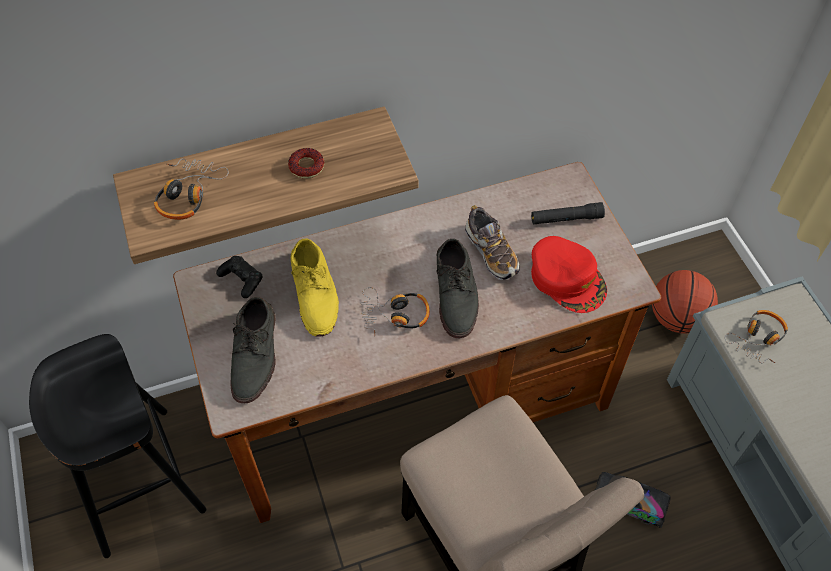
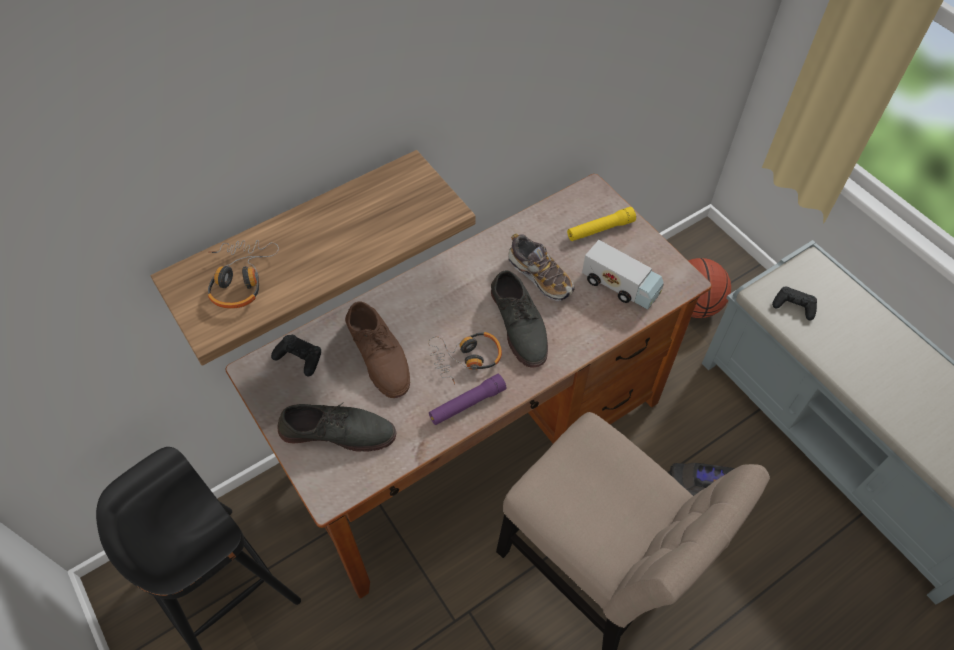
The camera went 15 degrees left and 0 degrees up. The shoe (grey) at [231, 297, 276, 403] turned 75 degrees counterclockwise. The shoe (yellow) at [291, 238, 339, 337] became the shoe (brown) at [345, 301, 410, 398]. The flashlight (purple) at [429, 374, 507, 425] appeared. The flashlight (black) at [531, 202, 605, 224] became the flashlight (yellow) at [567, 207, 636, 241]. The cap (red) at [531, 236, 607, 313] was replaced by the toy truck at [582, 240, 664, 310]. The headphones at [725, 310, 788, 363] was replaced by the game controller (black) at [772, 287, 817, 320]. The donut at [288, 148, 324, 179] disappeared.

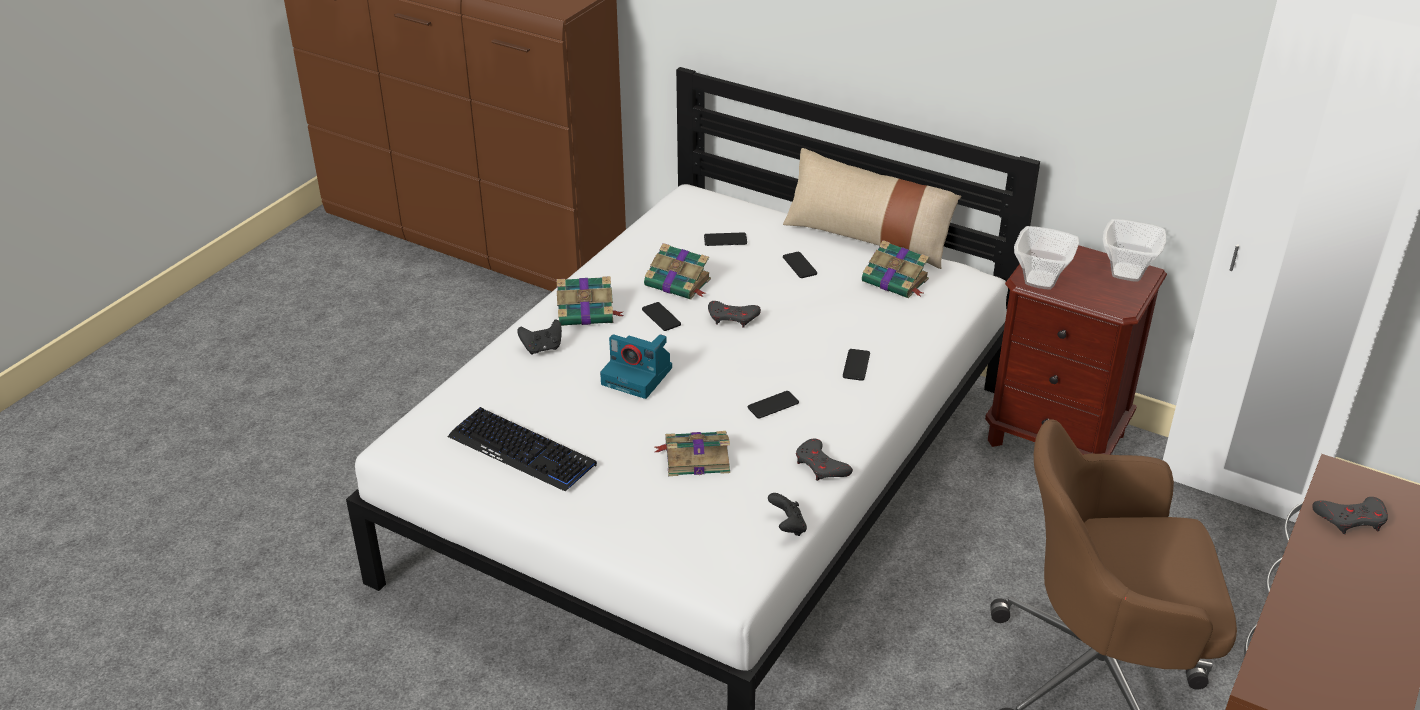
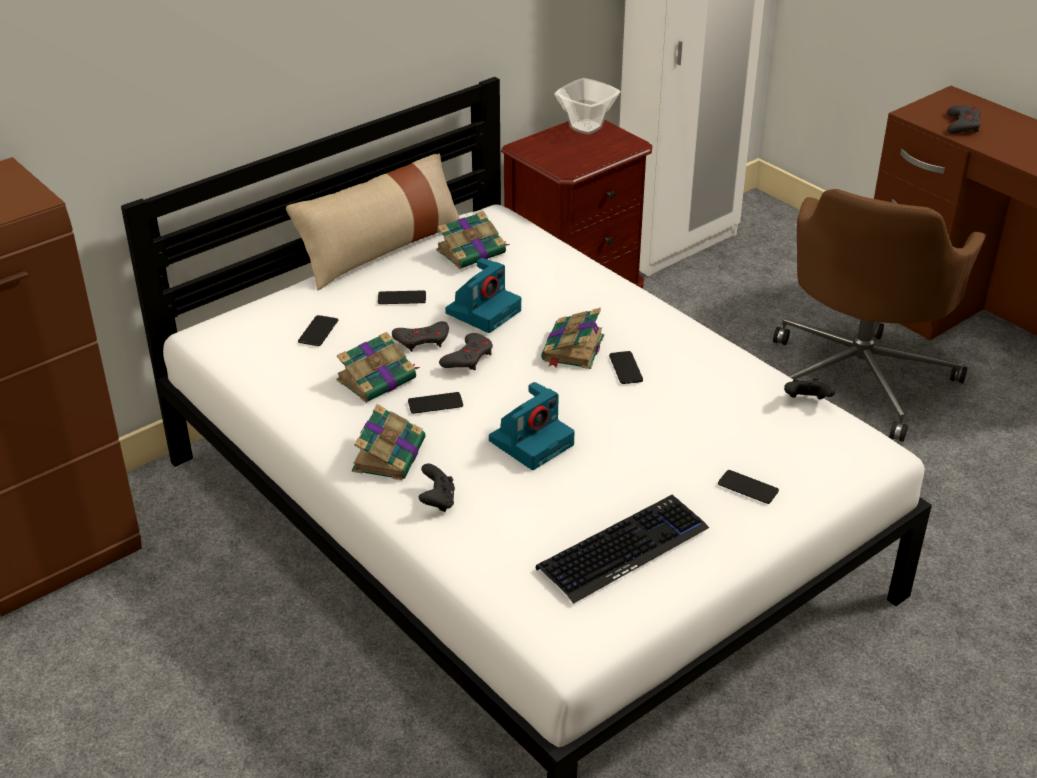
The camera went 70 degrees left and 0 degrees up. The game controller (grey) moved from [796, 439, 853, 481] to [392, 321, 449, 352]. The photo camera at [445, 258, 521, 333] appeared. The book moved from [655, 431, 730, 476] to [541, 308, 604, 369]. The phone moved from [843, 349, 870, 381] to [718, 470, 779, 504]. The bowl at [1014, 226, 1079, 290] disappeared.

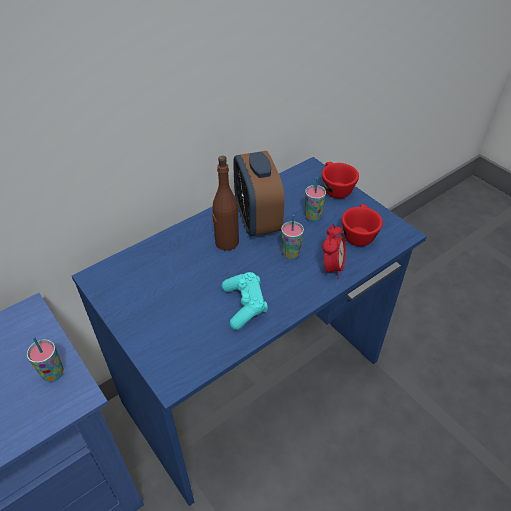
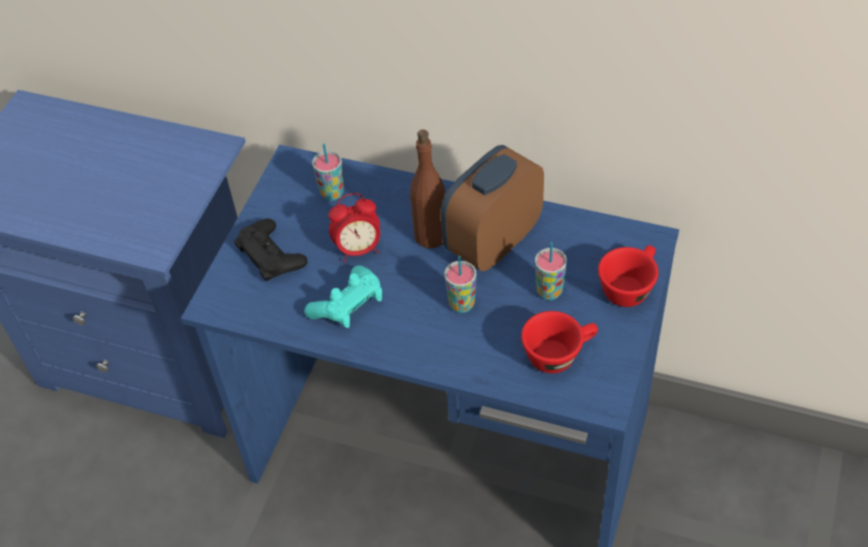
The camera went 60 degrees right and 5 degrees up. The game controller (black) at [234, 218, 307, 281] appeared. The cup moved from [27, 337, 64, 382] to [312, 144, 344, 201]. The alarm clock moved from [322, 224, 346, 279] to [328, 193, 380, 262].

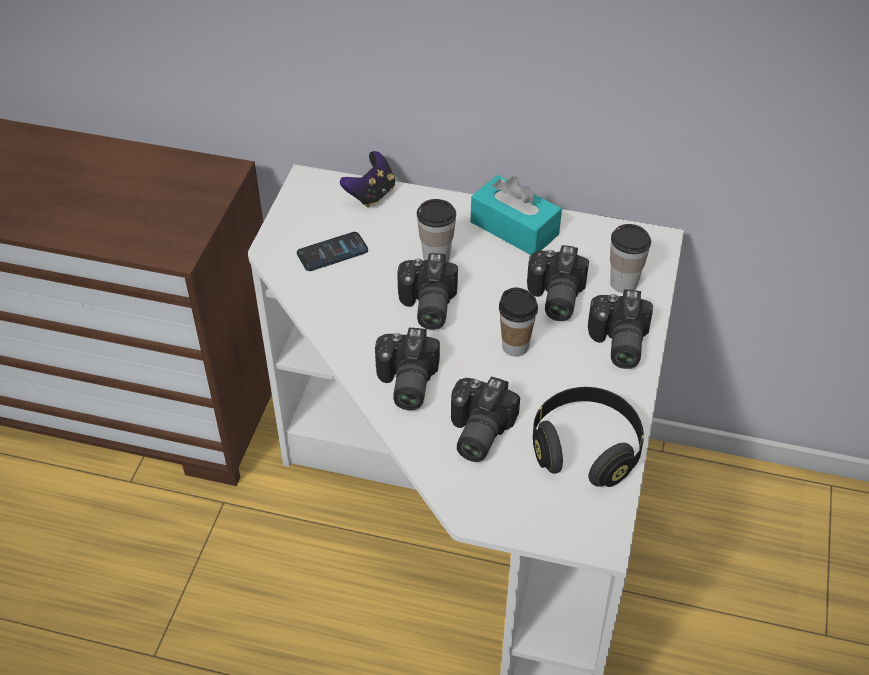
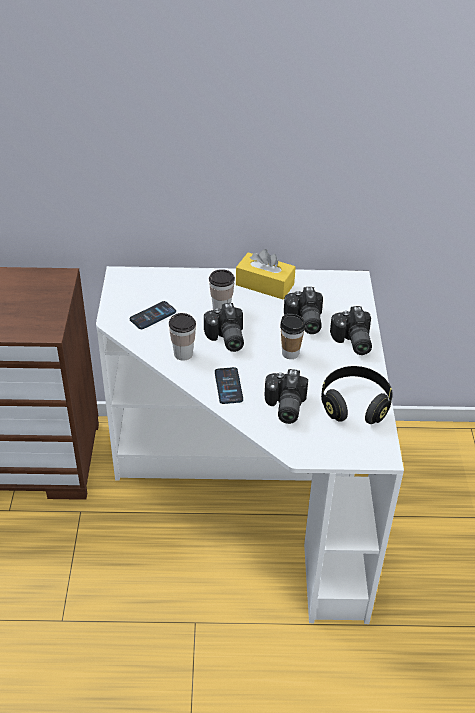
The camera went 15 degrees left and 5 degrees down. The cup moved from [610, 224, 651, 293] to [169, 313, 196, 361]. The photo camera at [375, 328, 440, 410] was replaced by the phone at [215, 367, 243, 404]. The tissue box (turquoise) at [471, 175, 562, 255] became the tissue box (yellow) at [236, 249, 296, 299]. The game controller at [340, 151, 395, 207] disappeared.

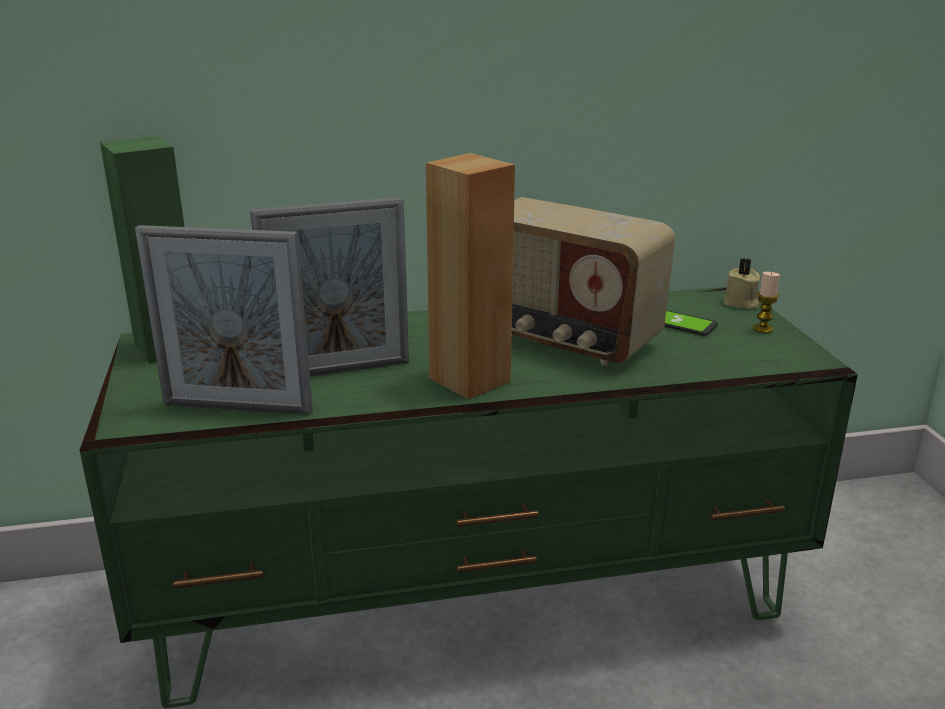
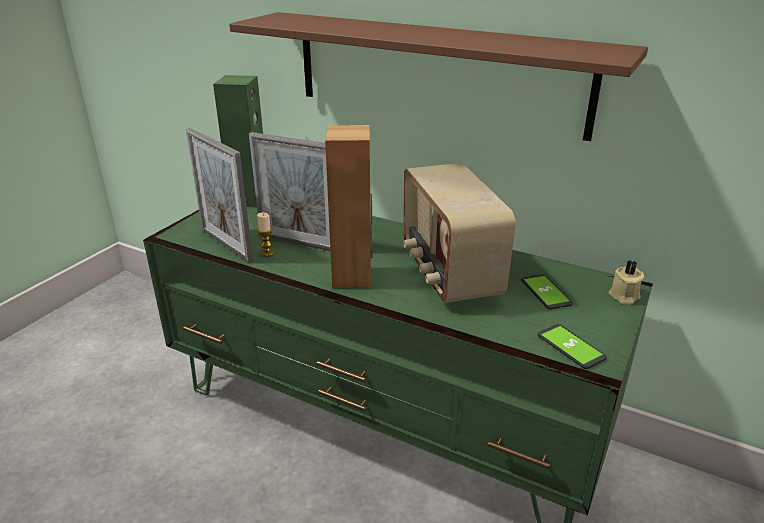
The camera went 40 degrees right and 5 degrees up. The shelf (brown) at [229, 12, 648, 141] appeared. The candle moved from [753, 272, 780, 333] to [257, 212, 274, 257]. The phone at [538, 324, 607, 369] appeared.

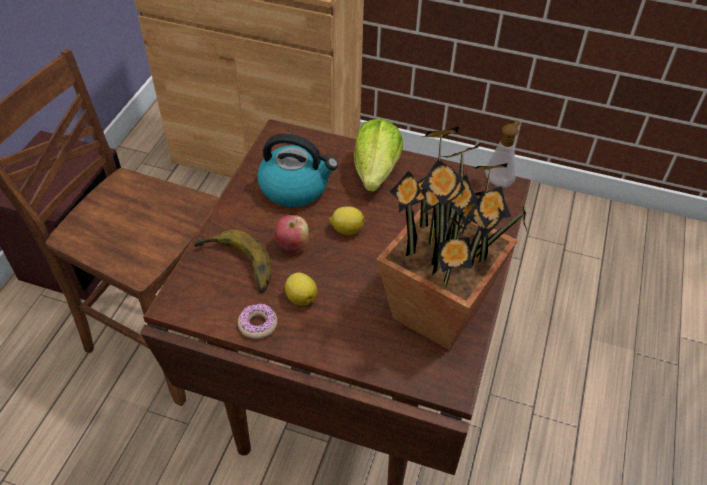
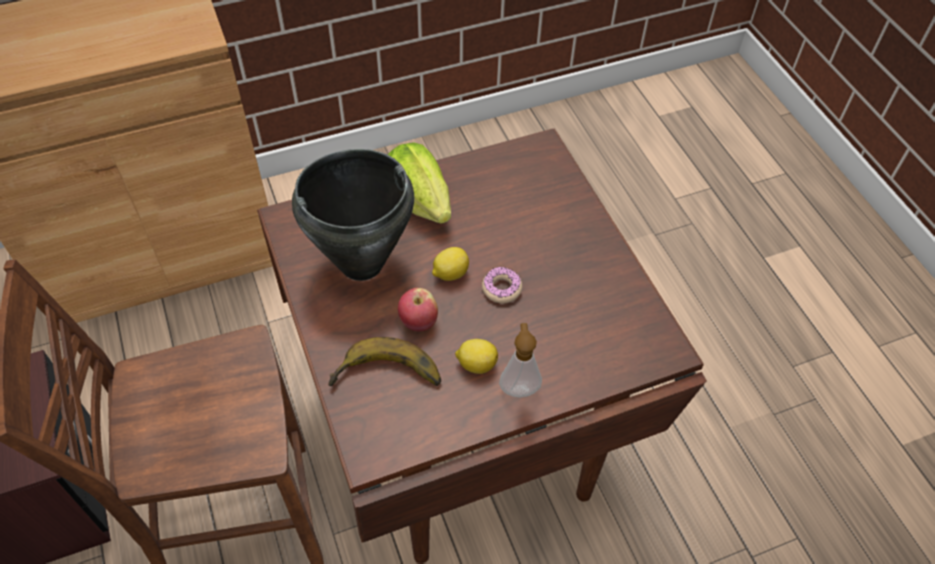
The camera went 40 degrees left and 5 degrees up. The kettle at [257, 133, 338, 207] was replaced by the cooking pot (black) at [292, 149, 414, 281]. The donut moved from [238, 303, 277, 339] to [482, 267, 522, 303]. The soap dispenser moved from [485, 121, 520, 187] to [499, 323, 542, 397]. The potted plant at [376, 126, 528, 350] disappeared.

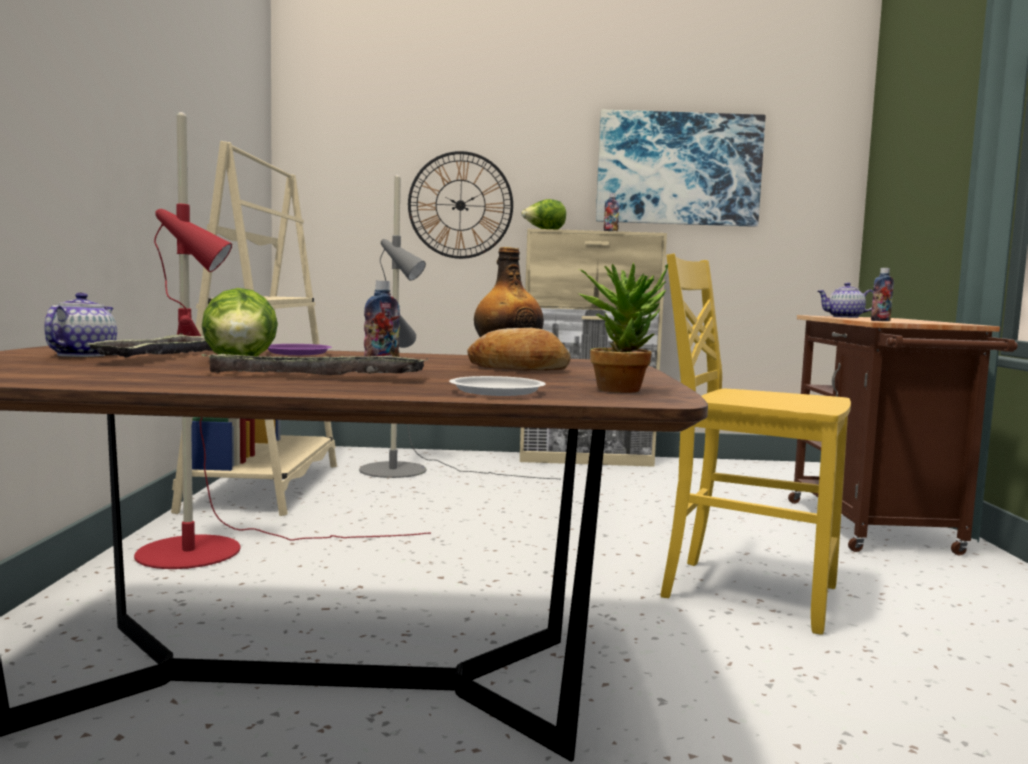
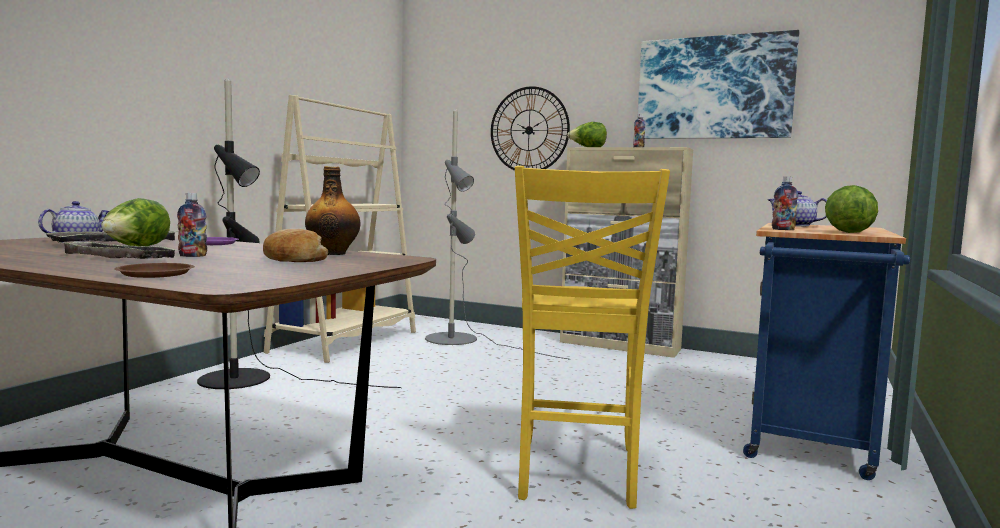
The camera went 25 degrees right and 0 degrees up. The plate (white) at [449, 376, 546, 396] became the plate (brown) at [114, 263, 195, 278]. The floor lamp (red) at [134, 112, 431, 569] became the floor lamp (black) at [197, 78, 402, 389]. The chair (yellow) at [661, 253, 851, 635] turned 135 degrees counterclockwise. The cart (brown) at [788, 315, 1018, 556] became the cart (blue) at [743, 223, 910, 480]. The lettuce at [825, 185, 878, 233] appeared. The potted plant at [579, 263, 668, 393] disappeared.

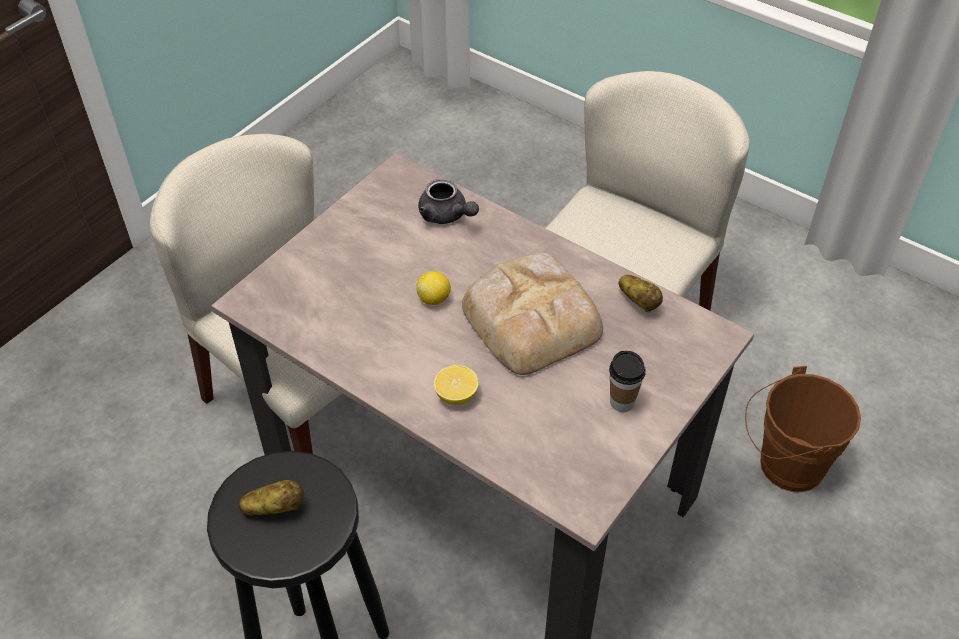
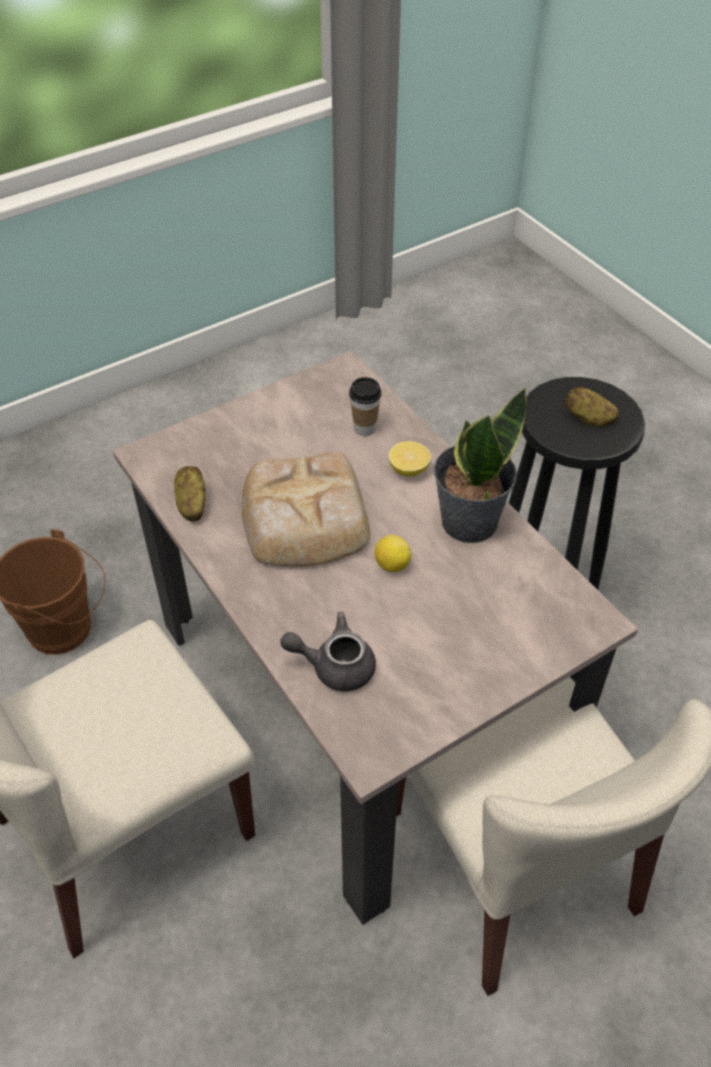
The camera went 160 degrees left and 0 degrees up. The teapot (grey) at [418, 179, 479, 224] turned 60 degrees counterclockwise. The cup moved from [609, 351, 646, 412] to [349, 377, 382, 436]. The potted plant at [434, 388, 527, 543] appeared.

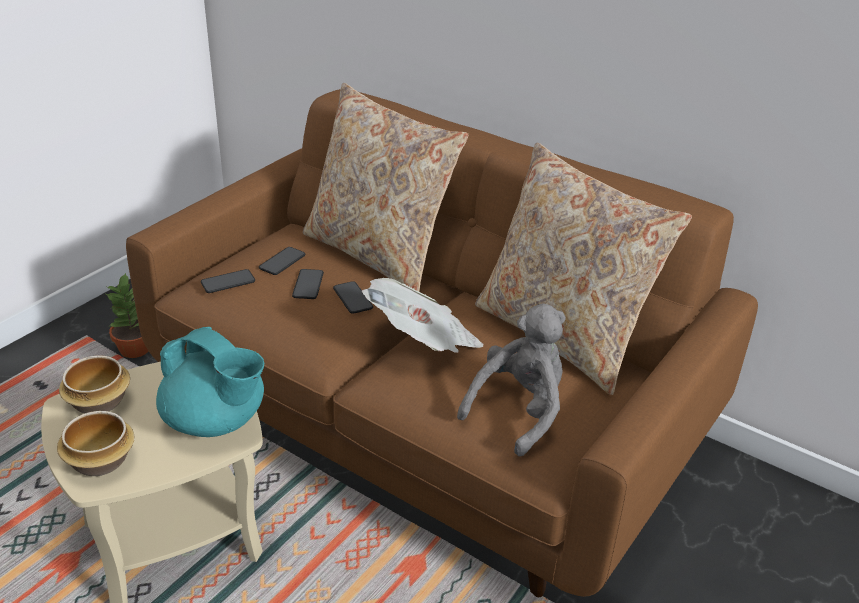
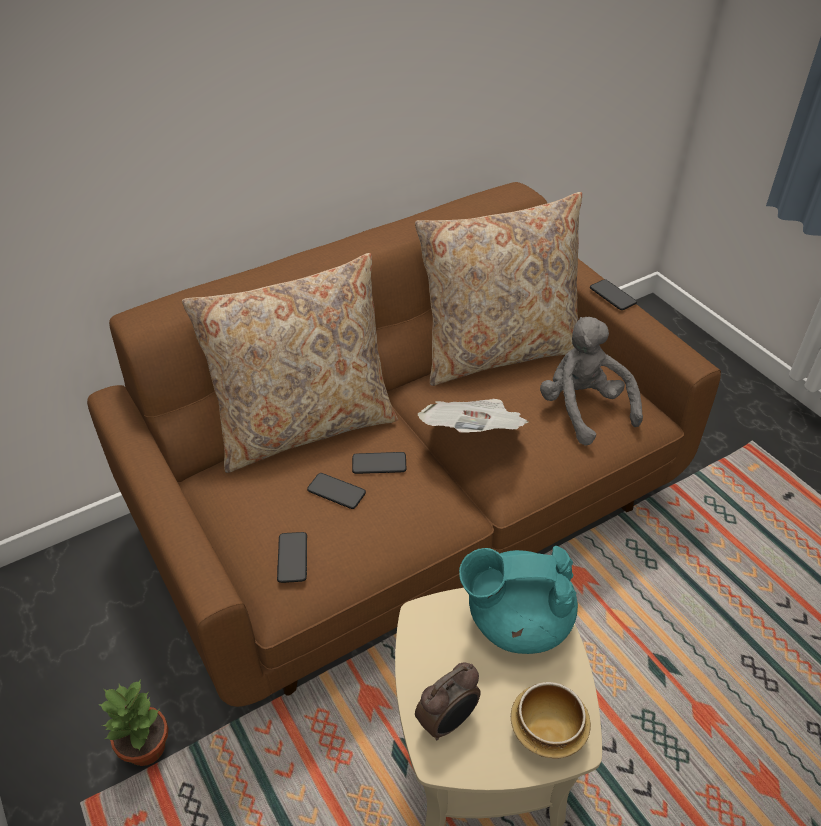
The camera went 65 degrees left and 10 degrees up. The bowl at [59, 355, 130, 414] was replaced by the alarm clock at [415, 662, 481, 740]. The teapot (turquoise) at [156, 327, 264, 437] turned 150 degrees counterclockwise. The phone moved from [259, 247, 306, 275] to [590, 279, 637, 310].

